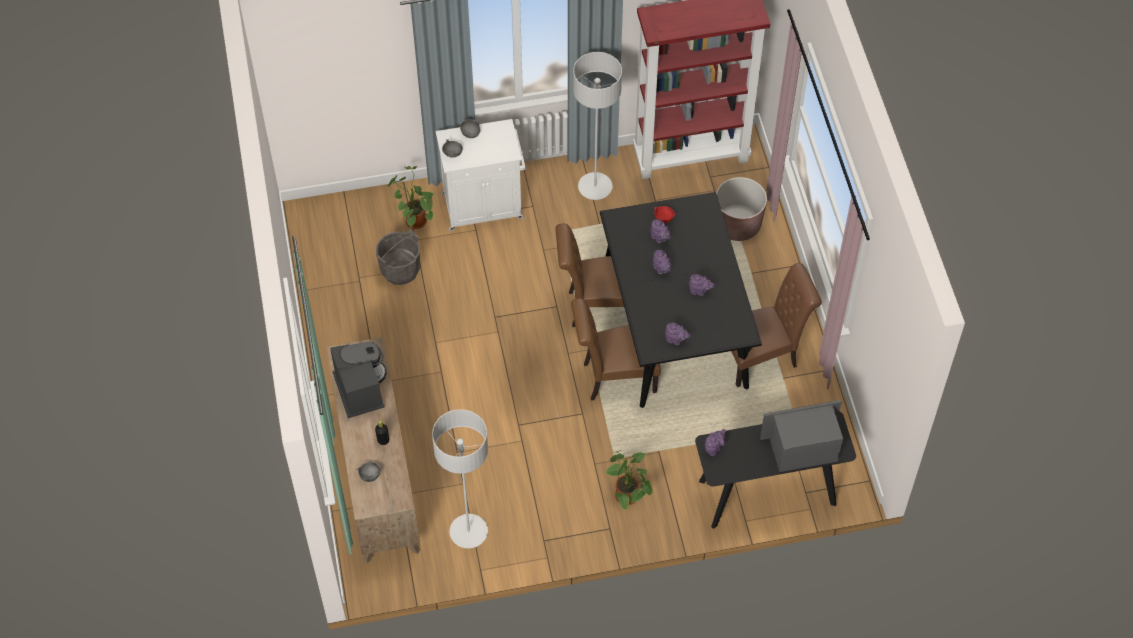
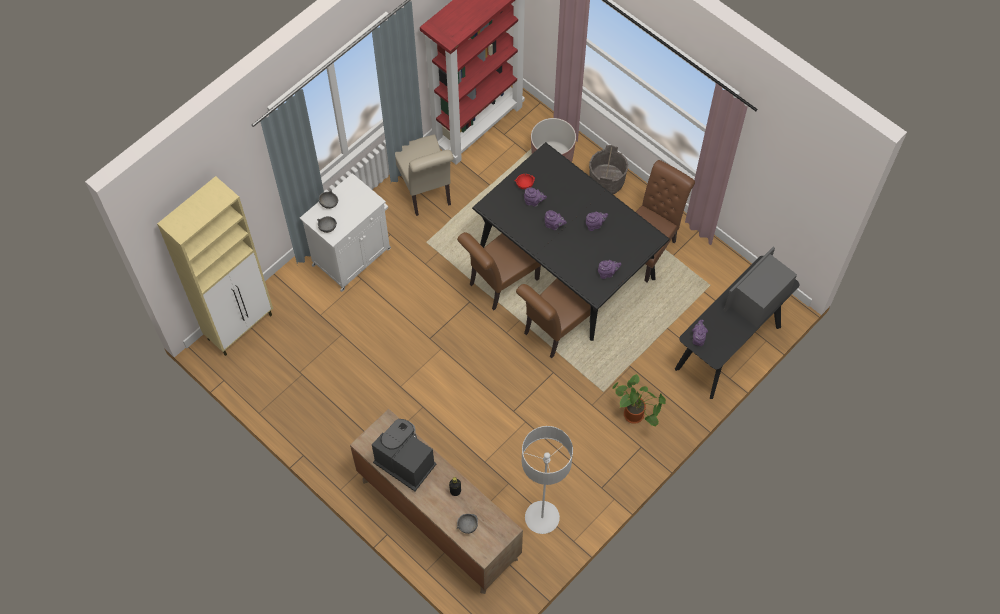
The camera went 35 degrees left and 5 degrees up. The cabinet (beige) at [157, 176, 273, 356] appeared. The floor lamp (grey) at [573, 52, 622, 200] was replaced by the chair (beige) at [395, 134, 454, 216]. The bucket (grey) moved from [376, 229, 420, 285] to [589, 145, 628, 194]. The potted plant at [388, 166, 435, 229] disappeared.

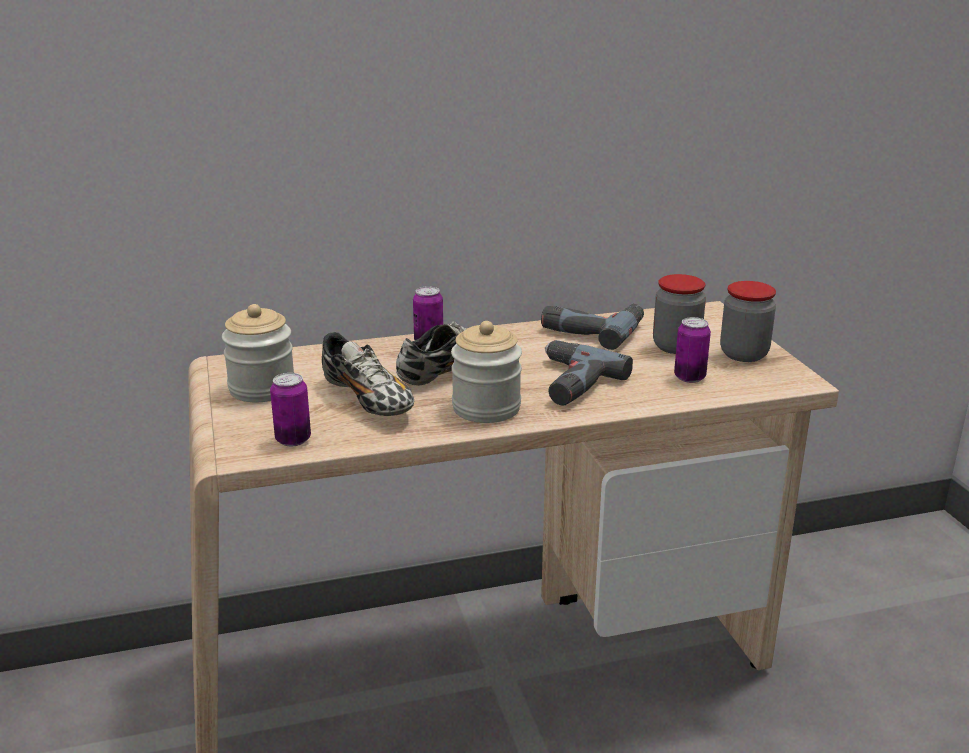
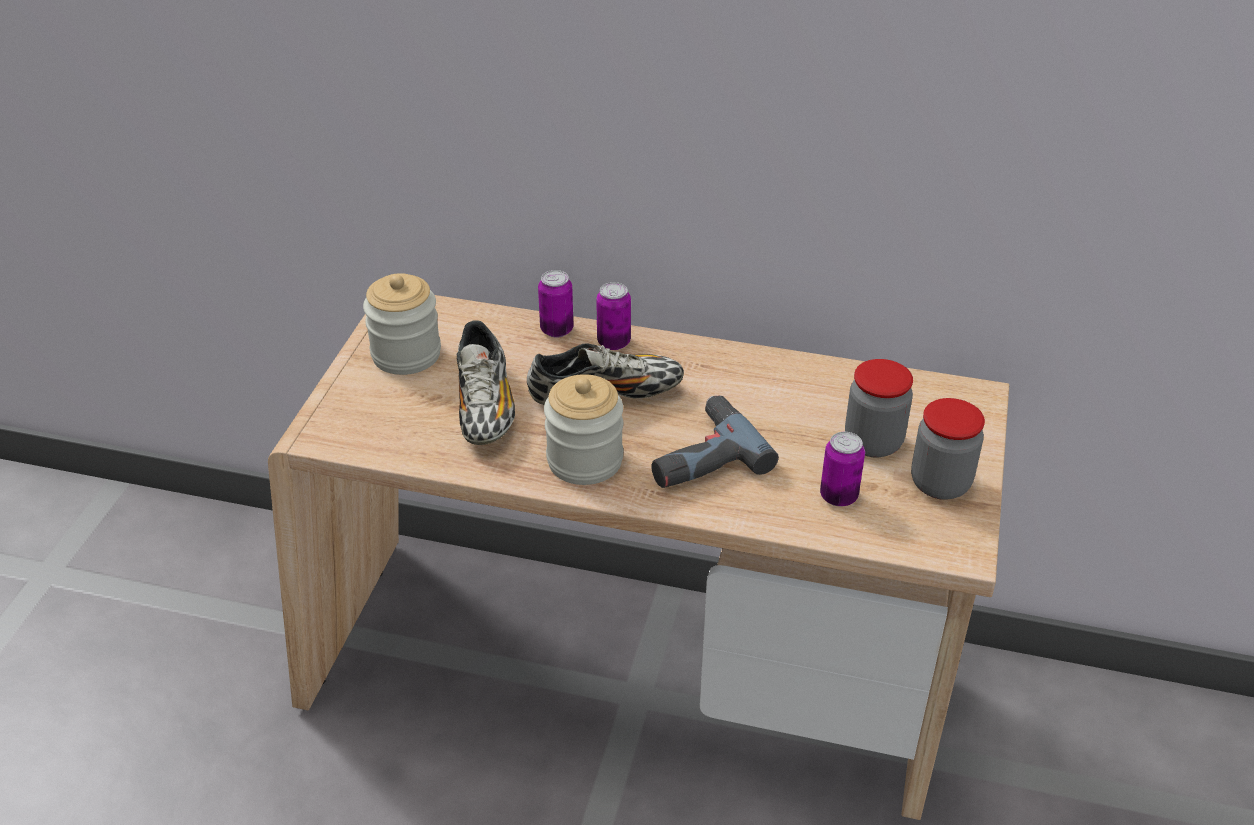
The camera went 30 degrees right and 15 degrees up. The can moved from [270, 373, 311, 446] to [538, 270, 574, 338]. The power drill at [541, 304, 644, 350] disappeared.

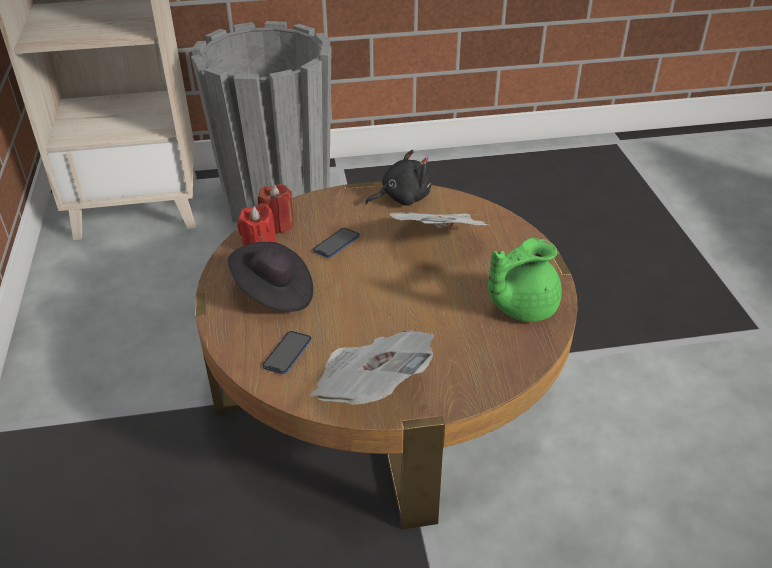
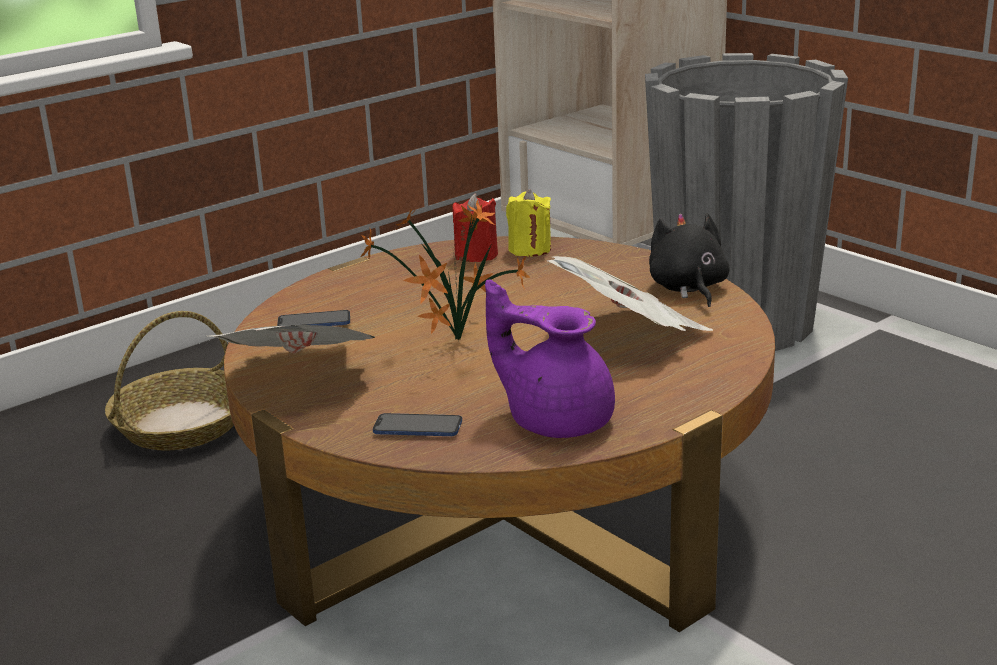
The camera went 60 degrees right and 15 degrees down. The basket at [105, 311, 234, 451] appeared. The potted plant at [360, 200, 530, 341] appeared. The phone moved from [313, 228, 360, 258] to [373, 413, 462, 436]. The teapot (green) at [488, 238, 562, 322] became the teapot (purple) at [485, 279, 615, 438]. The candle (red) at [258, 184, 294, 234] became the candle (yellow) at [506, 189, 551, 257]. The plush toy (black) at [365, 150, 432, 206] turned 135 degrees counterclockwise. The hat (black) at [228, 242, 313, 312] disappeared.

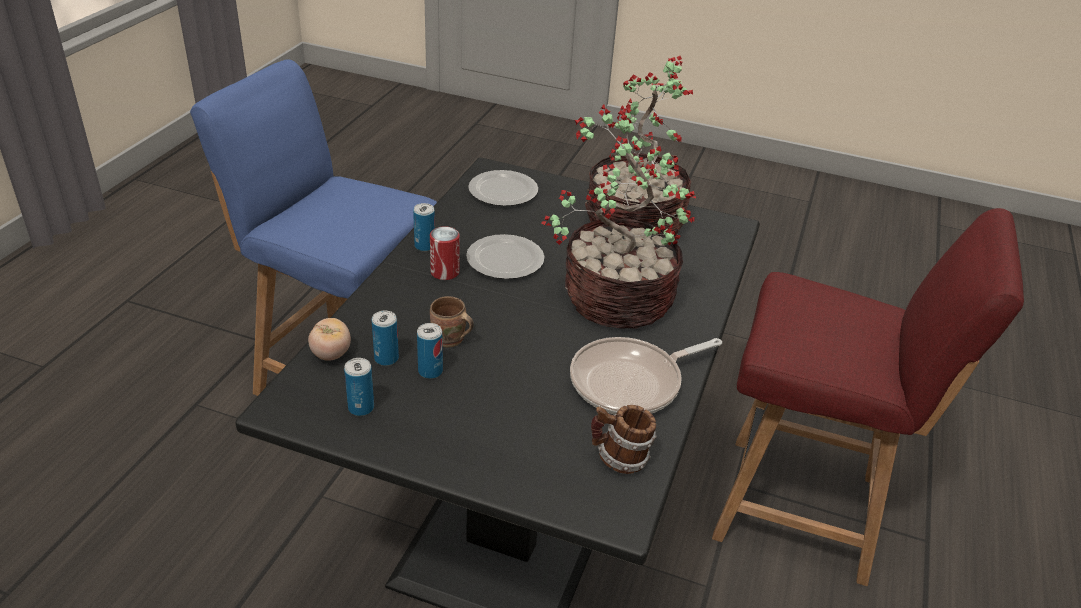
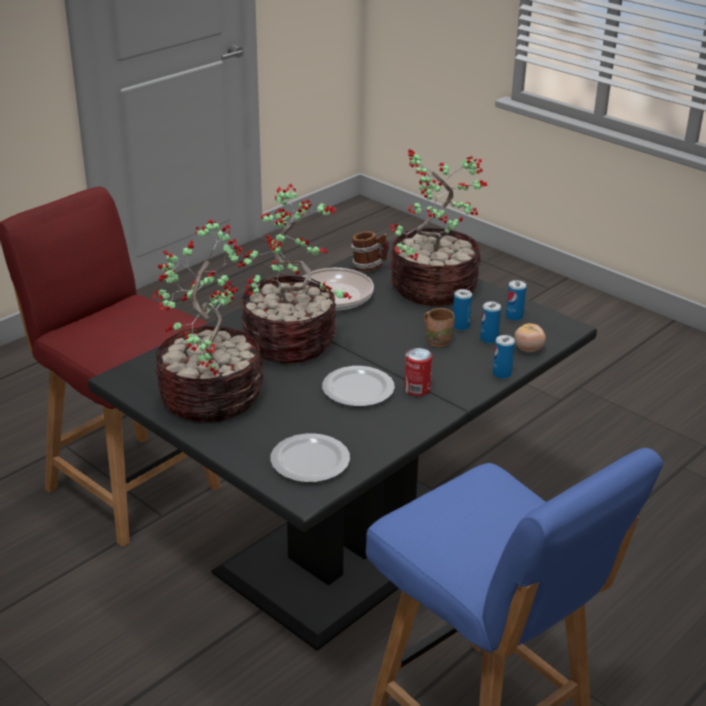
The camera went 155 degrees left and 5 degrees down. The potted plant at [390, 149, 488, 306] appeared. The can moved from [413, 203, 435, 252] to [493, 335, 515, 379].

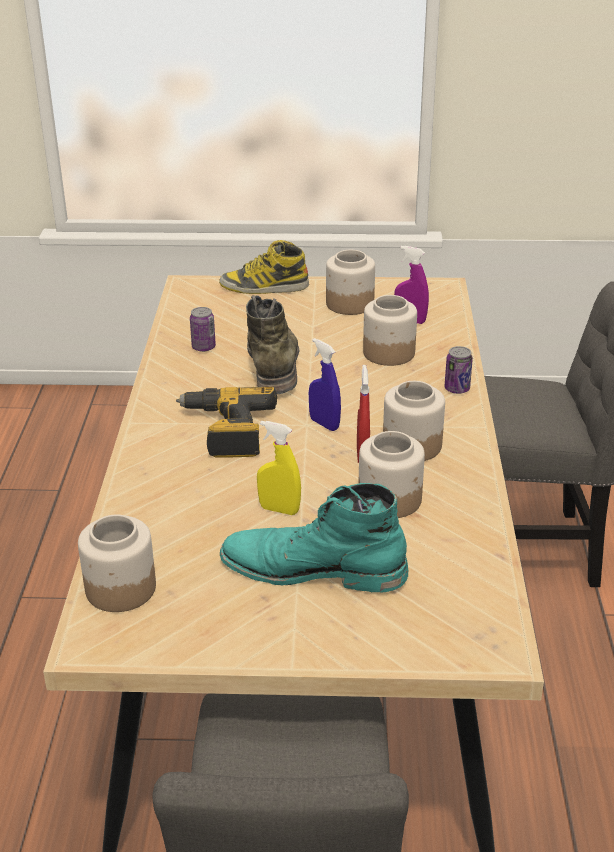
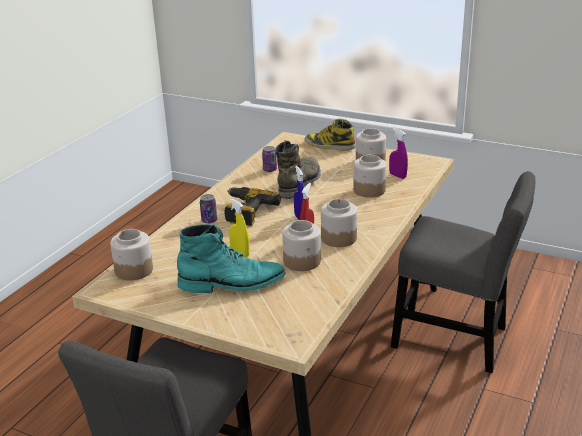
The camera went 25 degrees right and 5 degrees down. The boot (turquoise) at [220, 483, 409, 593] turned 135 degrees clockwise. The can moved from [444, 346, 473, 394] to [200, 194, 217, 224].

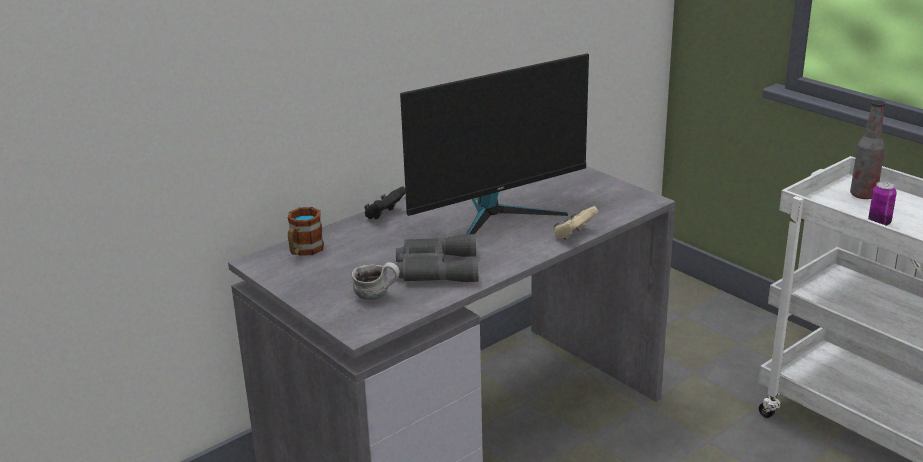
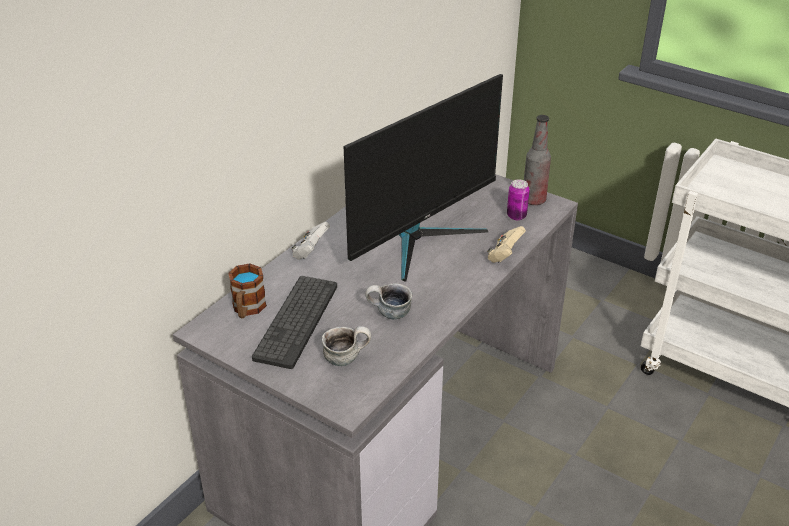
The camera went 15 degrees left and 10 degrees up. The keyboard at [252, 276, 337, 369] appeared. The game controller (black) at [364, 186, 406, 219] became the game controller (white) at [291, 222, 330, 260]. The binoculars (grey) at [396, 234, 478, 282] was replaced by the mug at [365, 283, 412, 319]. The can moved from [868, 181, 897, 226] to [507, 179, 530, 220]. The bottle moved from [850, 100, 885, 199] to [524, 115, 551, 205].

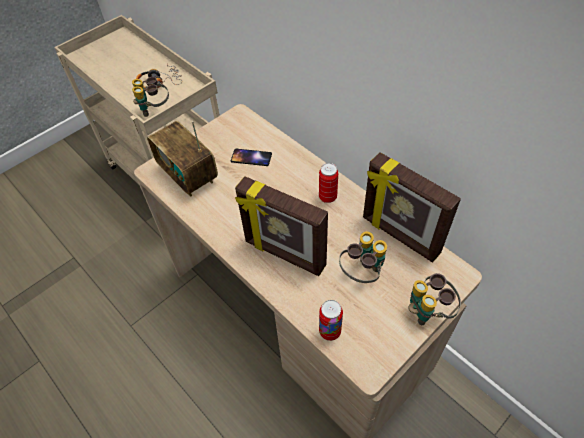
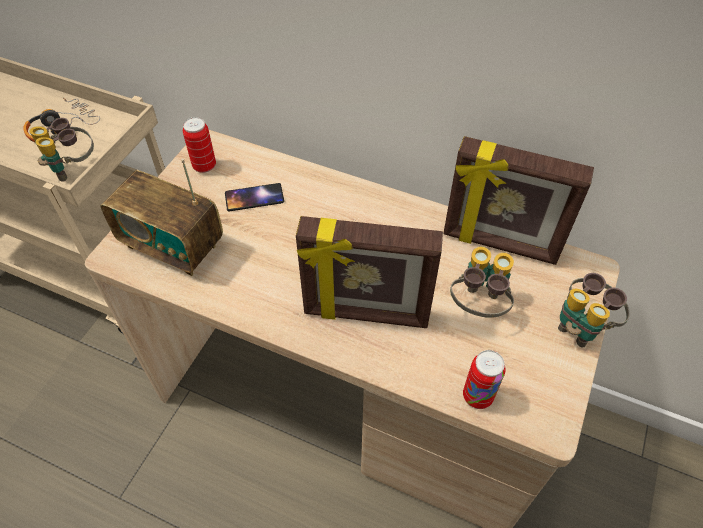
The camera went 25 degrees left and 0 degrees up. The can moved from [319, 163, 338, 203] to [183, 117, 216, 173].

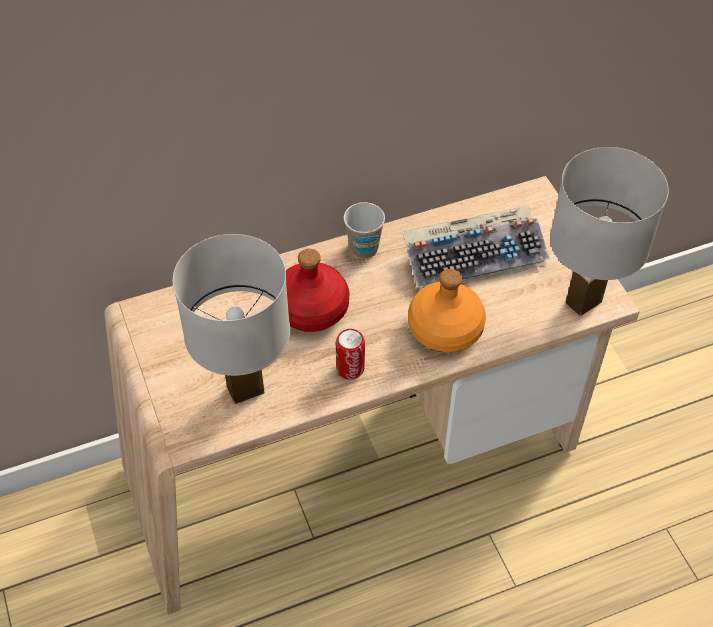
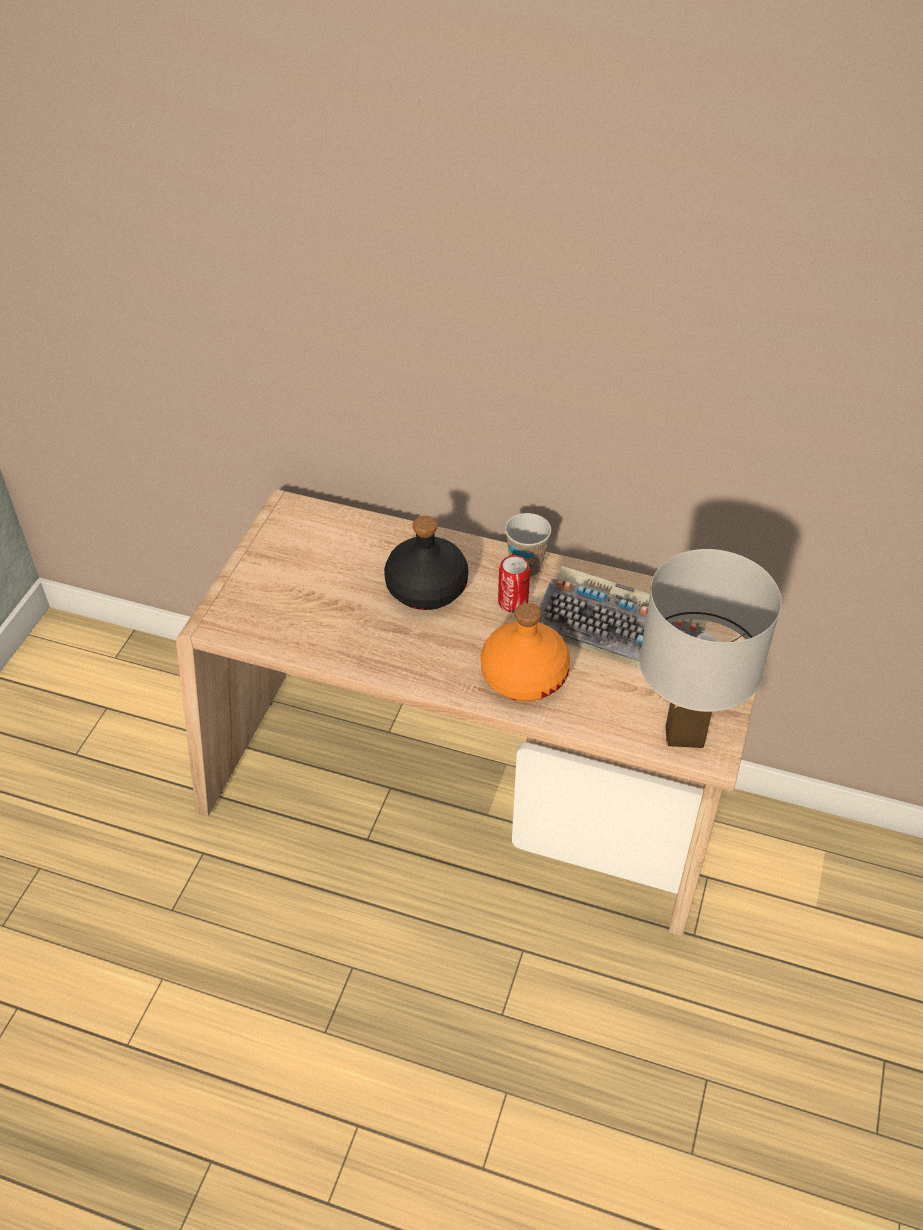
The camera went 40 degrees right and 5 degrees down. The bottle (red) at [286, 249, 349, 332] became the bottle (black) at [384, 516, 468, 610]. The can moved from [336, 329, 365, 380] to [498, 555, 530, 613]. The table lamp (white) at [173, 234, 290, 404] disappeared.

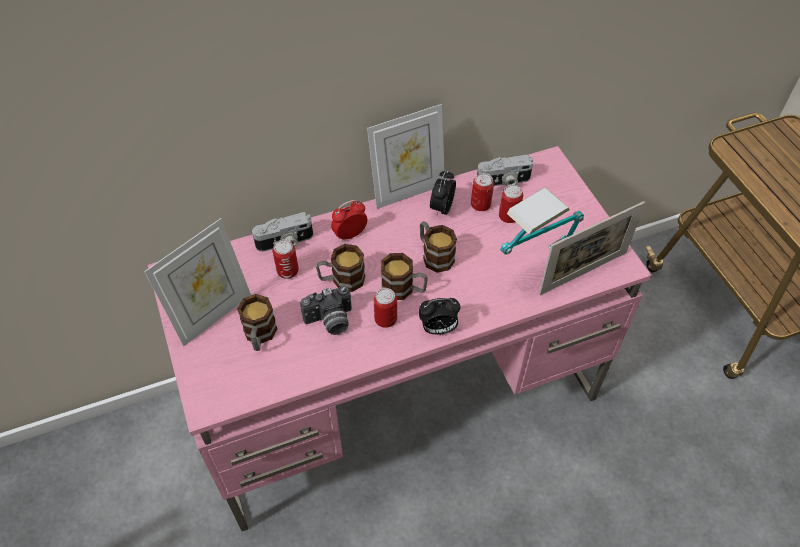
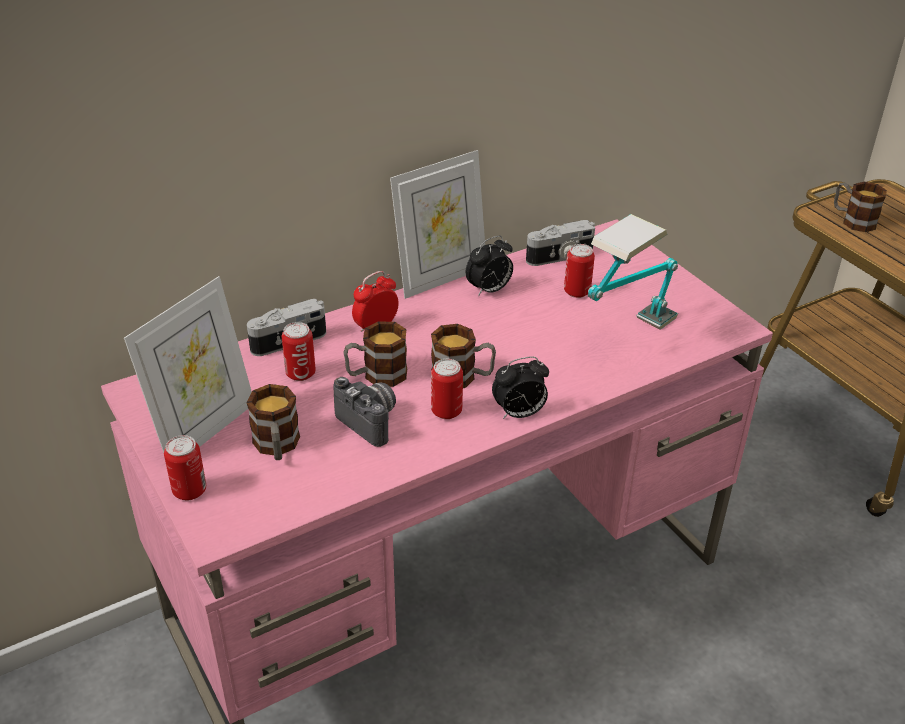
The camera went 10 degrees left and 15 degrees down. The can moved from [471, 173, 494, 211] to [164, 435, 206, 500]. The photo camera at [300, 286, 352, 335] turned 105 degrees counterclockwise. The alarm clock at [430, 170, 456, 217] turned 135 degrees counterclockwise. The mug moved from [420, 221, 457, 273] to [834, 182, 887, 232]. The picture frame at [539, 201, 645, 295] disappeared.

